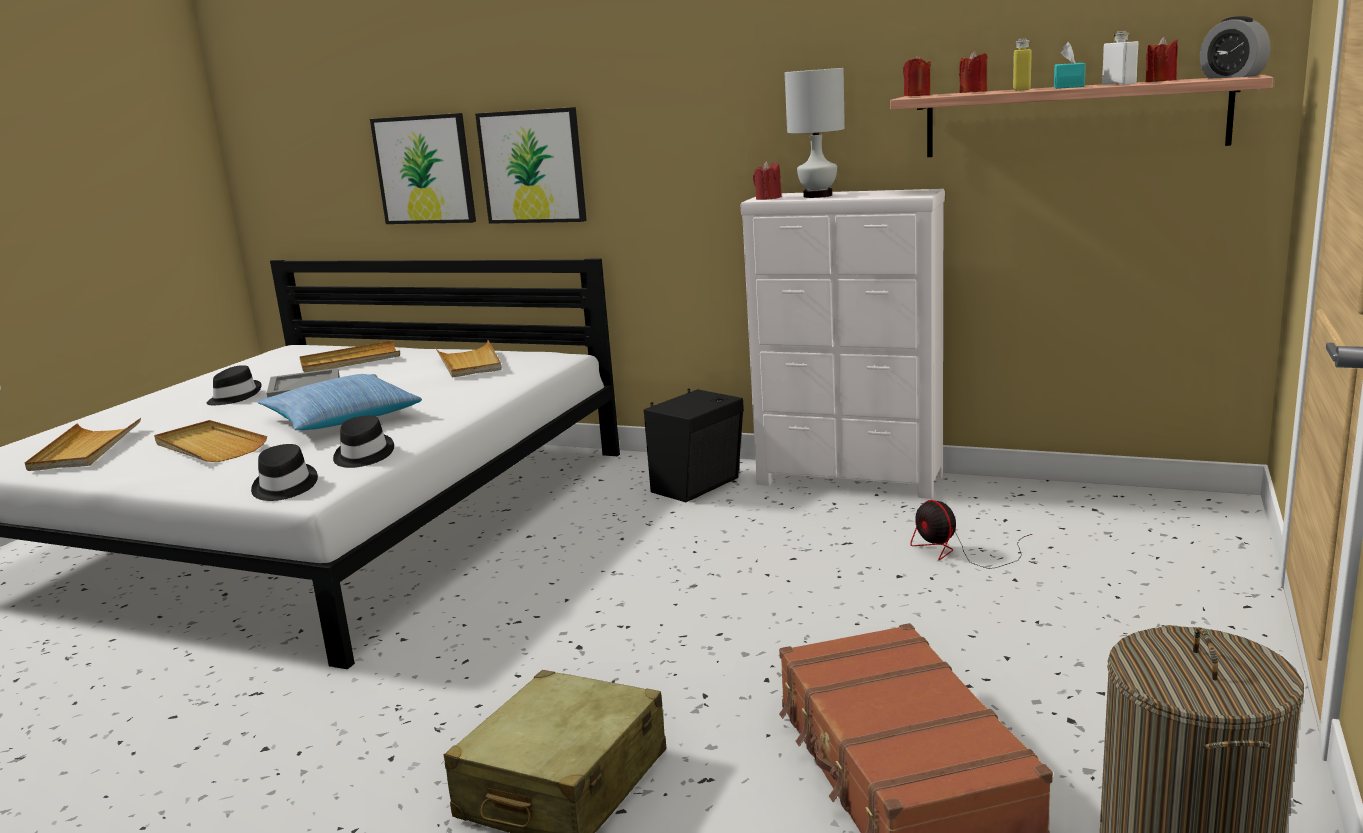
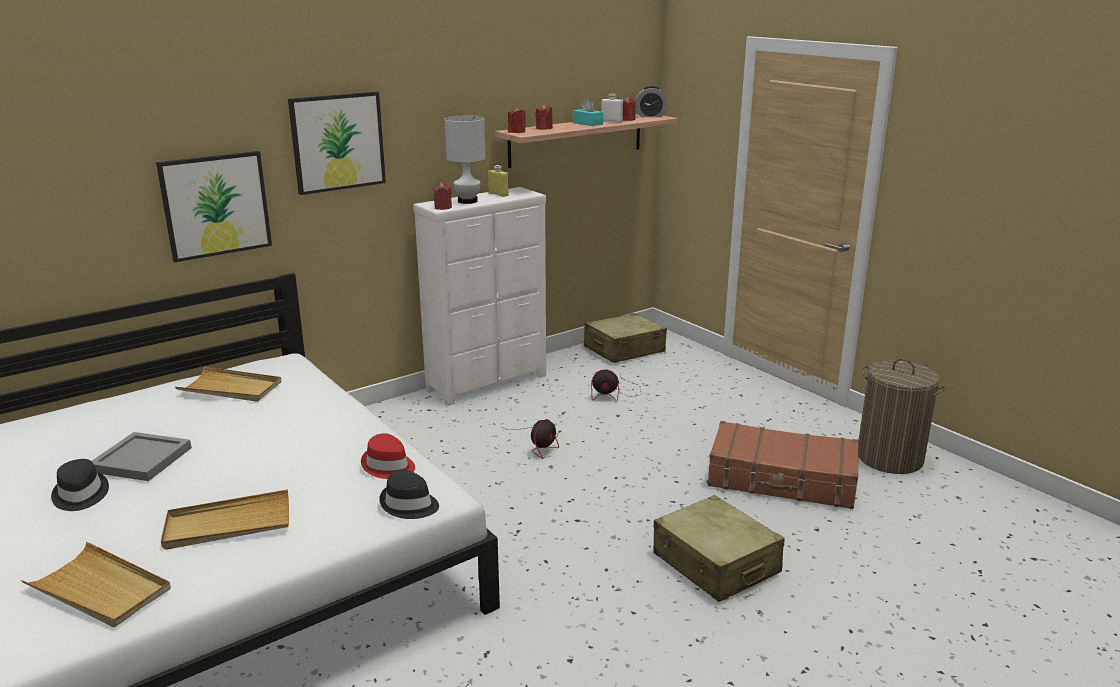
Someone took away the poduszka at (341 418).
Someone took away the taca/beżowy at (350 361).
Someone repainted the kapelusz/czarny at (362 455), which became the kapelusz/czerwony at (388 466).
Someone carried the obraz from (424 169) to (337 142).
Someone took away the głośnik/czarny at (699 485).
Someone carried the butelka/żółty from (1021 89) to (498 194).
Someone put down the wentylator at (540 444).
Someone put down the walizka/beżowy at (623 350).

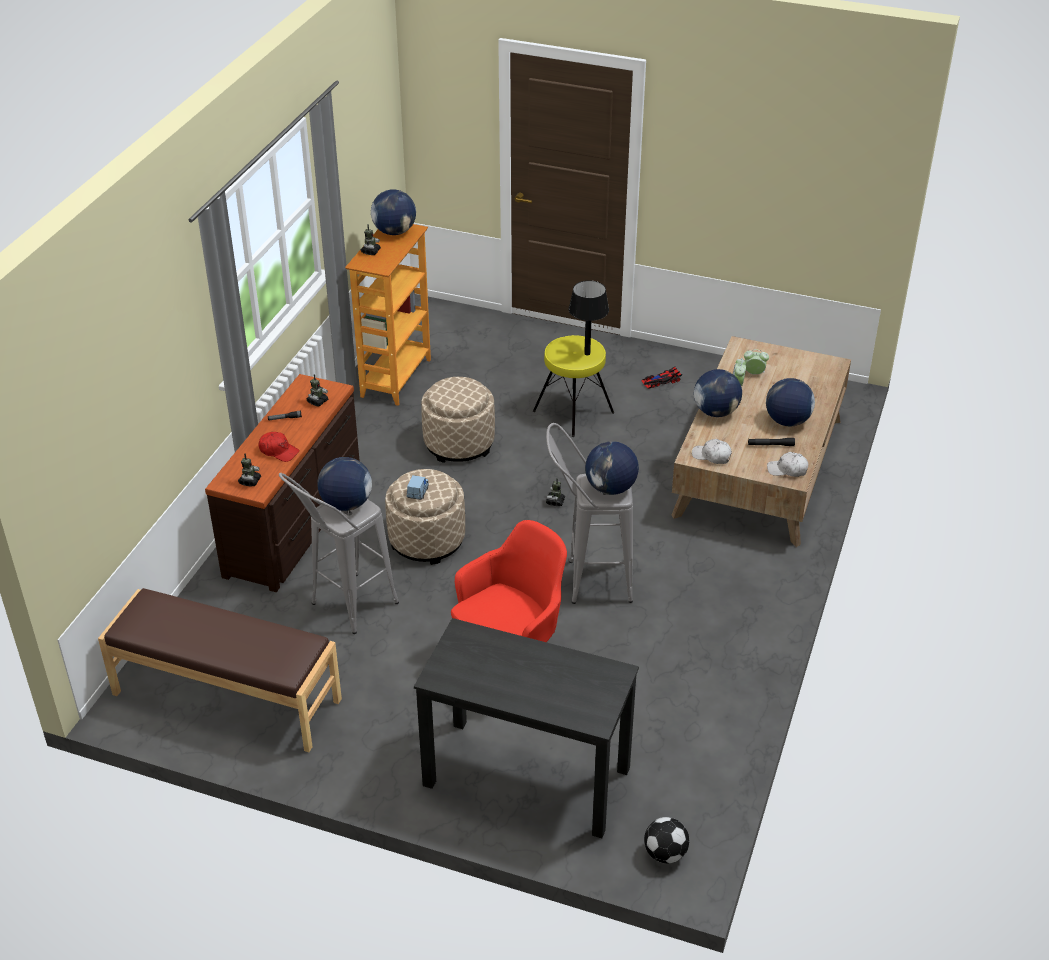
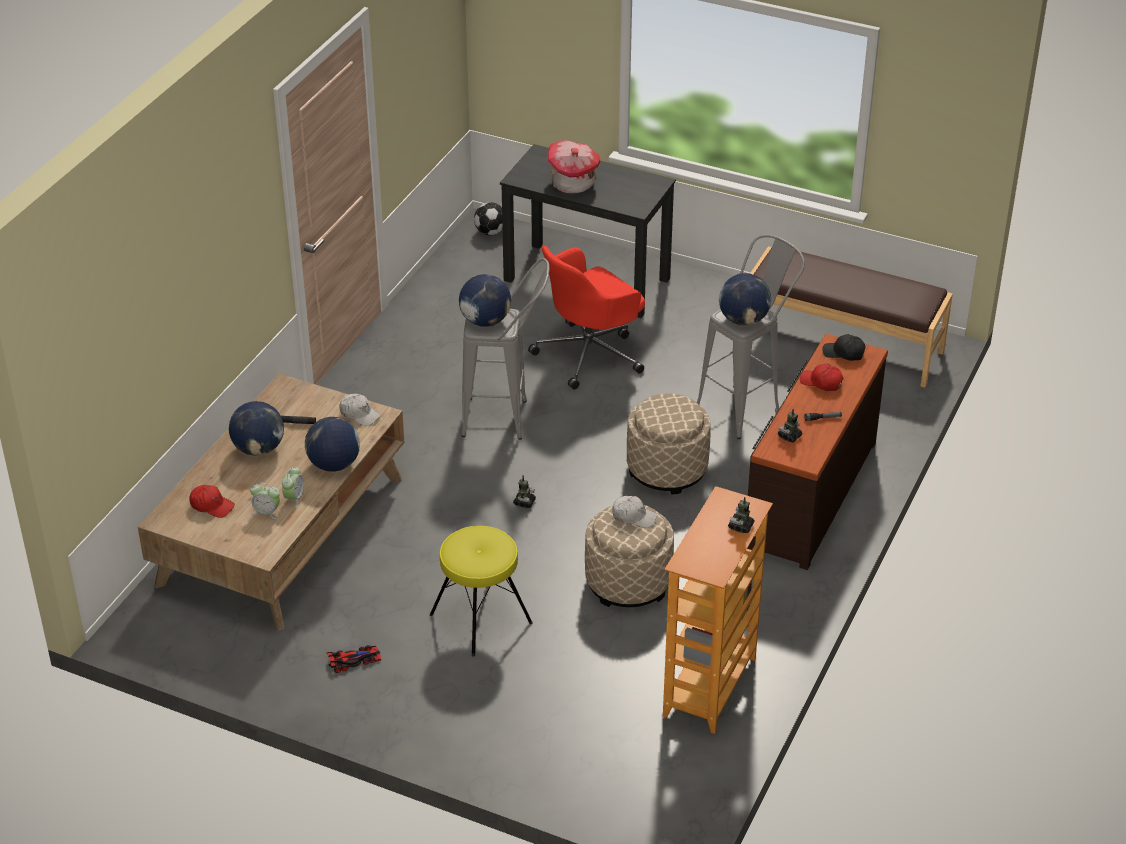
Someone swapped the robot zabawkowy at (250 481) for the czapka z daszkiem/czarny at (844 353).
Someone took away the globus at (394 232).
Someone took away the samochodzik/niebieski at (417 492).
Someone took away the lampa stołowa/czarny at (587 353).
Someone carried the czapka z daszkiem/biały from (787 470) to (633 516).
Someone put down the czapka z daszkiem/czerwony at (212 506).
Someone put down the domek at (572 183).

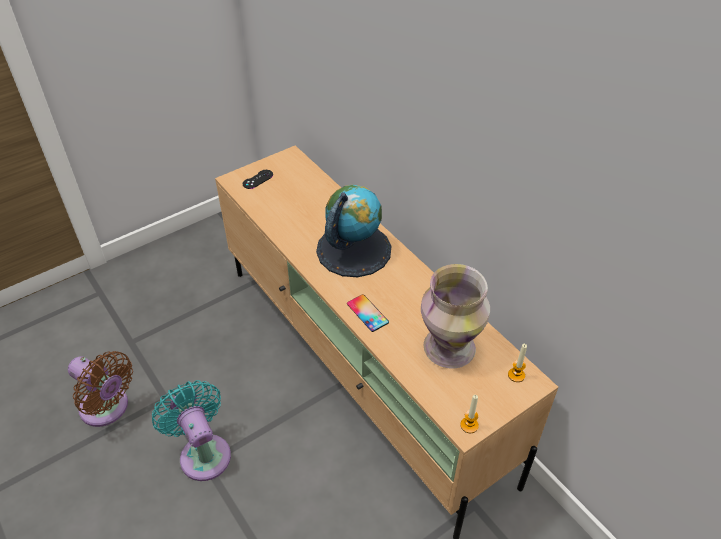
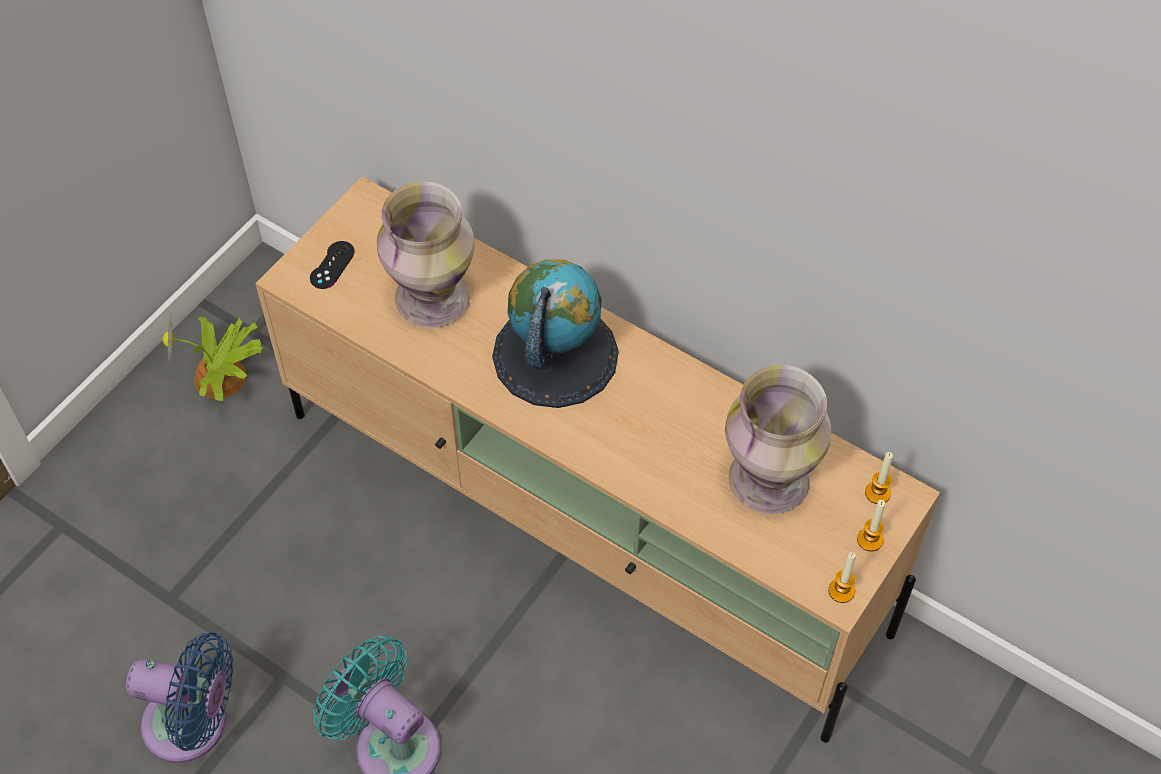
Someone repainted the wentylator/brązowy at (107 408), which became the wentylator/niebieski at (193 725).
Someone took away the telefon at (367 313).
Someone put down the roślina doniczkowa at (223 379).
Someone put down the wazon at (434 299).
Someone put down the świeca at (870 540).

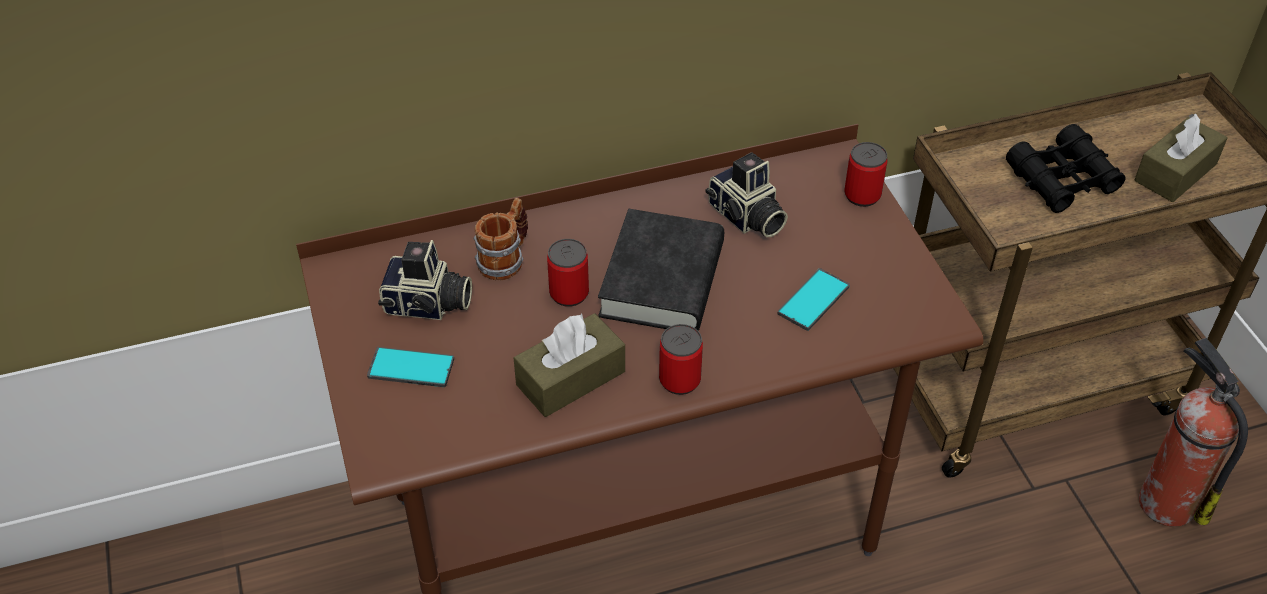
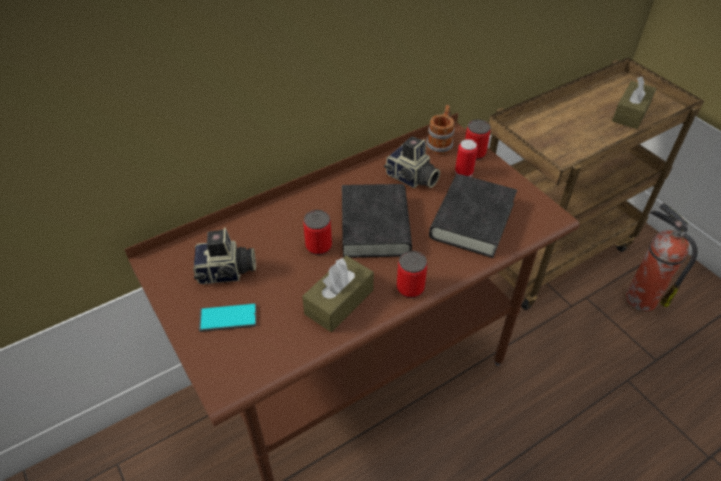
Someone carried the kubek from (506 258) to (440 143).
Someone swapped the telefon at (813 300) for the książka/czarny at (472 220).
Someone took away the lornetka/czarny at (1062 180).
Someone put down the puszka at (464 172).

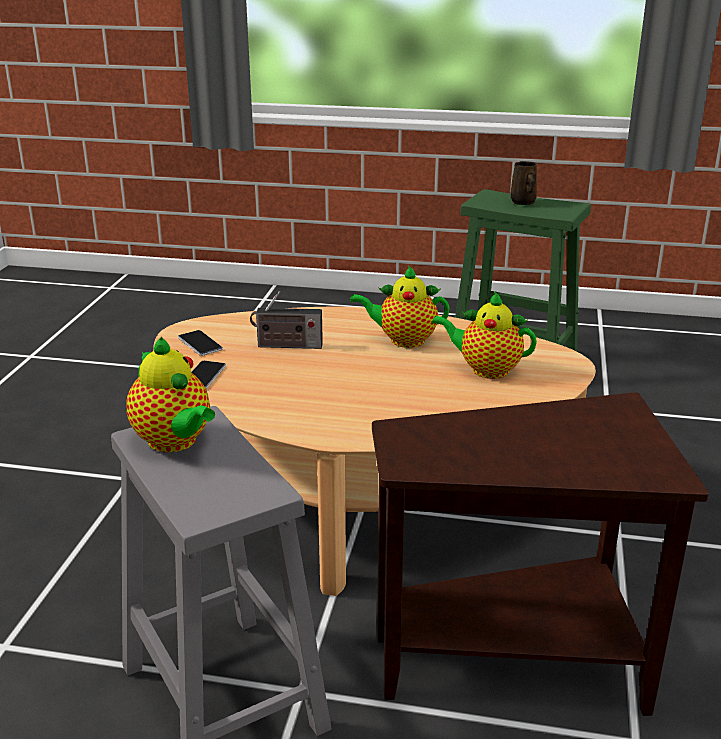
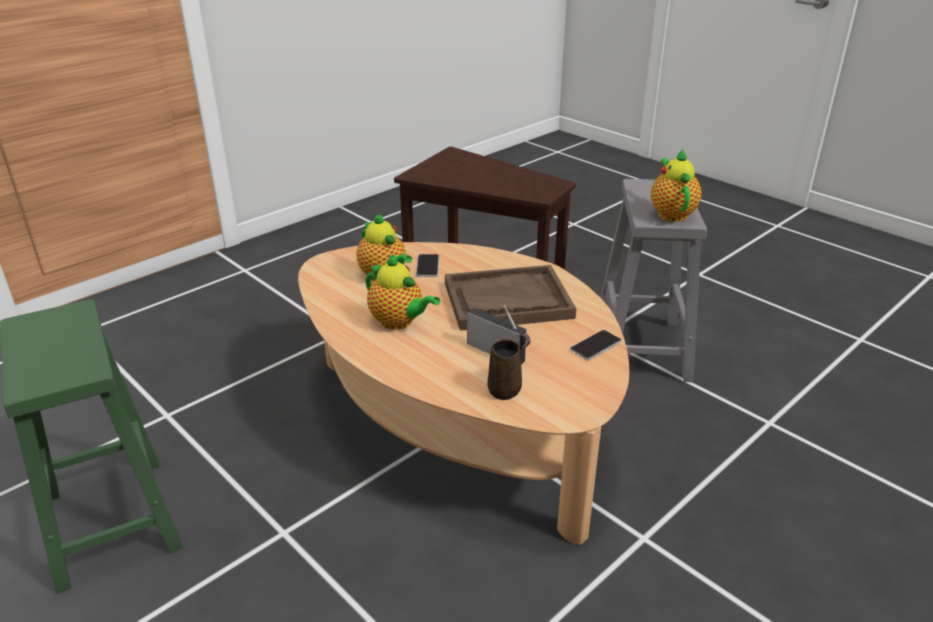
Someone carried the telefon from (200 344) to (428 266).
Someone carried the kubek/brązowy from (523 203) to (505 389).
Someone put down the taca/brązowy at (507 301).

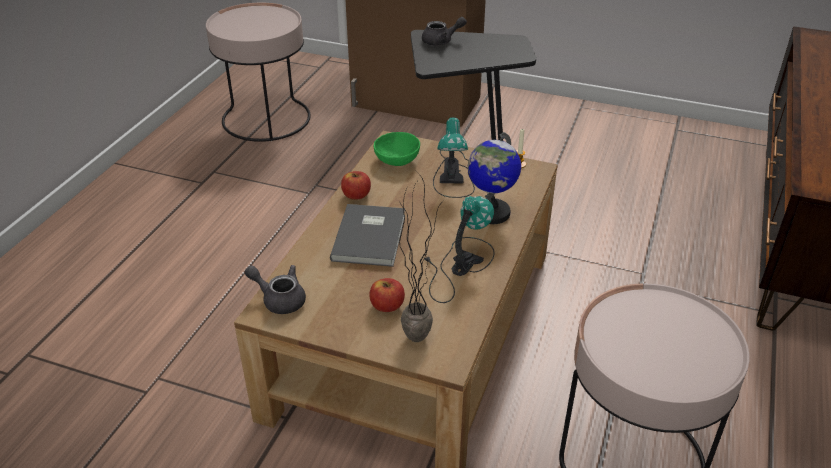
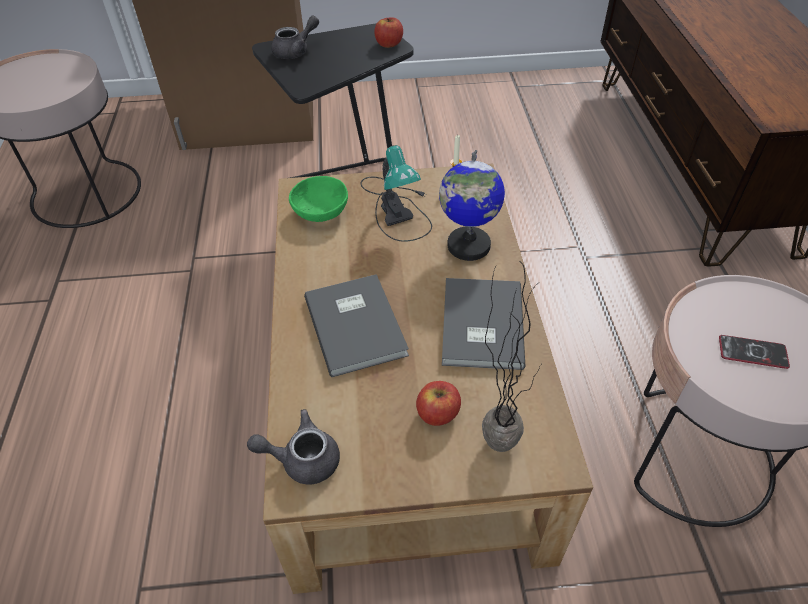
Someone carried the jabłko from (356 195) to (389 44).
Someone swapped the lampa stołowa at (458 265) for the książka/szary at (479 326).
Someone put down the telefon at (752 352).

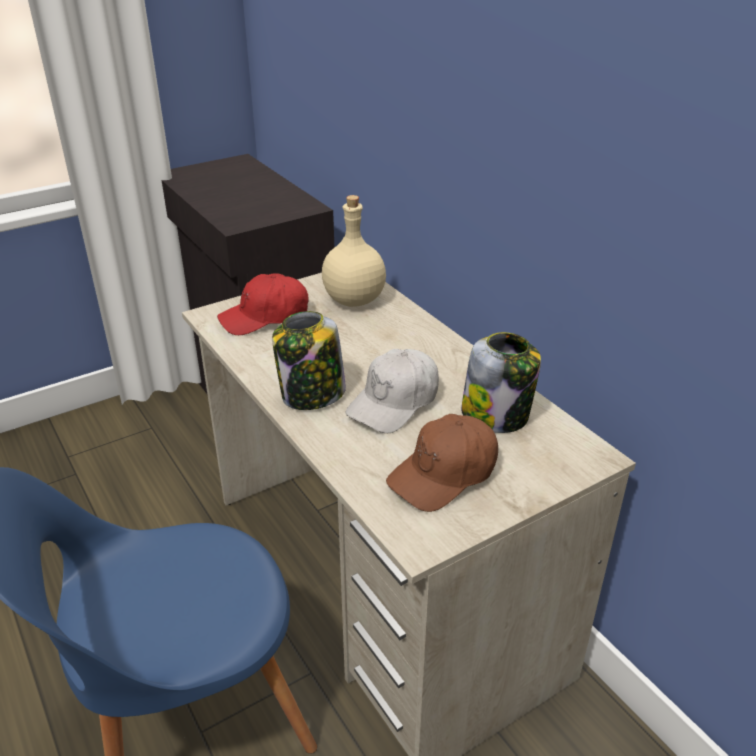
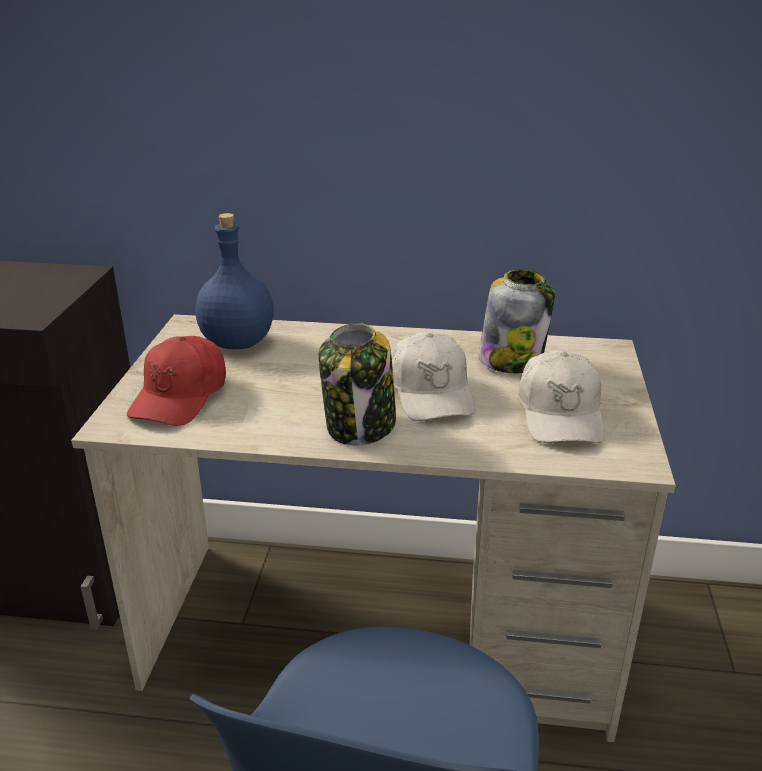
Someone repainted the butelka/beżowy at (354 300), which became the butelka/niebieski at (239 343).
Someone repainted the czapka z daszkiem/brązowy at (444 474), which became the czapka z daszkiem/biały at (560 414).

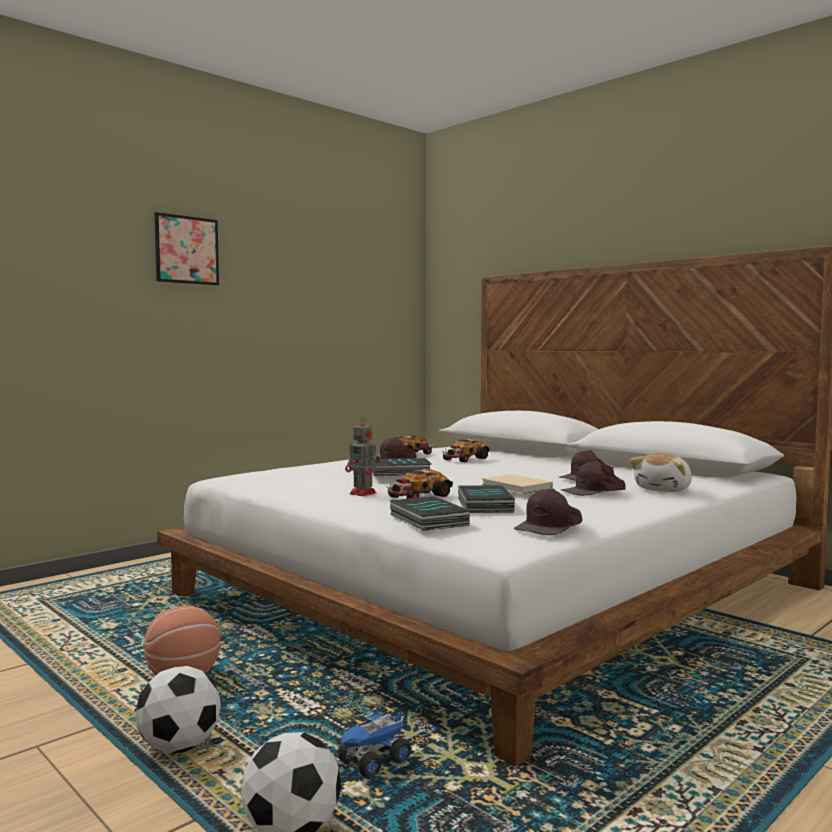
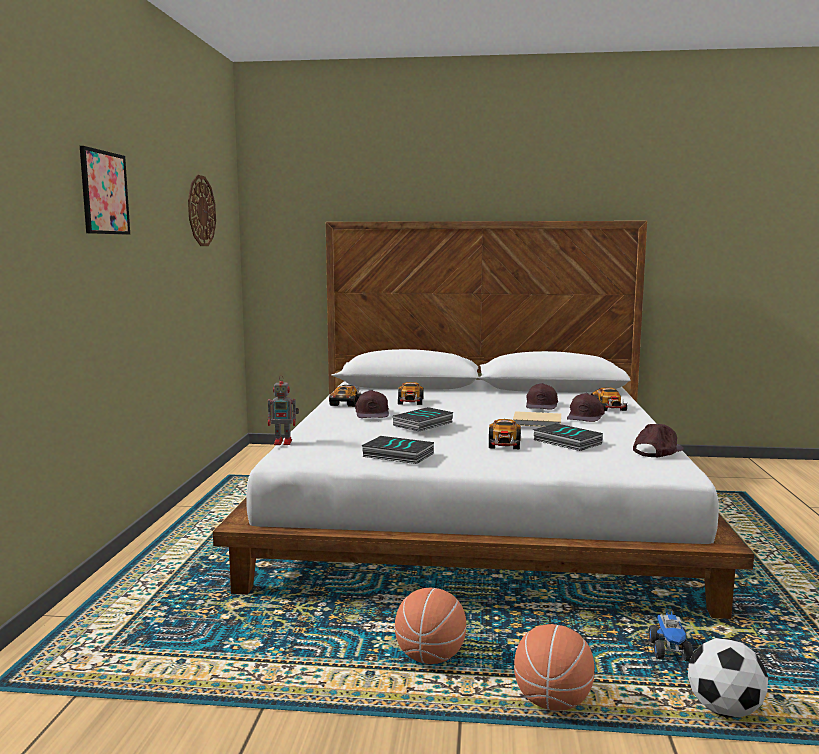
Someone swapped the piłka futbolowa at (179 747) for the piłka do koszykówki at (552 702).
Someone carried the robot zabawkowy from (364 493) to (284 442).
Someone carried the książka from (426 520) to (397 455).
Someone rotated the czapka z daszkiem/brązowy at (550 527) by 135 degrees counterclockwise.
Someone swapped the pluszak at (664 490) for the samochodzik at (609 407).
Someone put up the zegar ścienny at (201 211).

